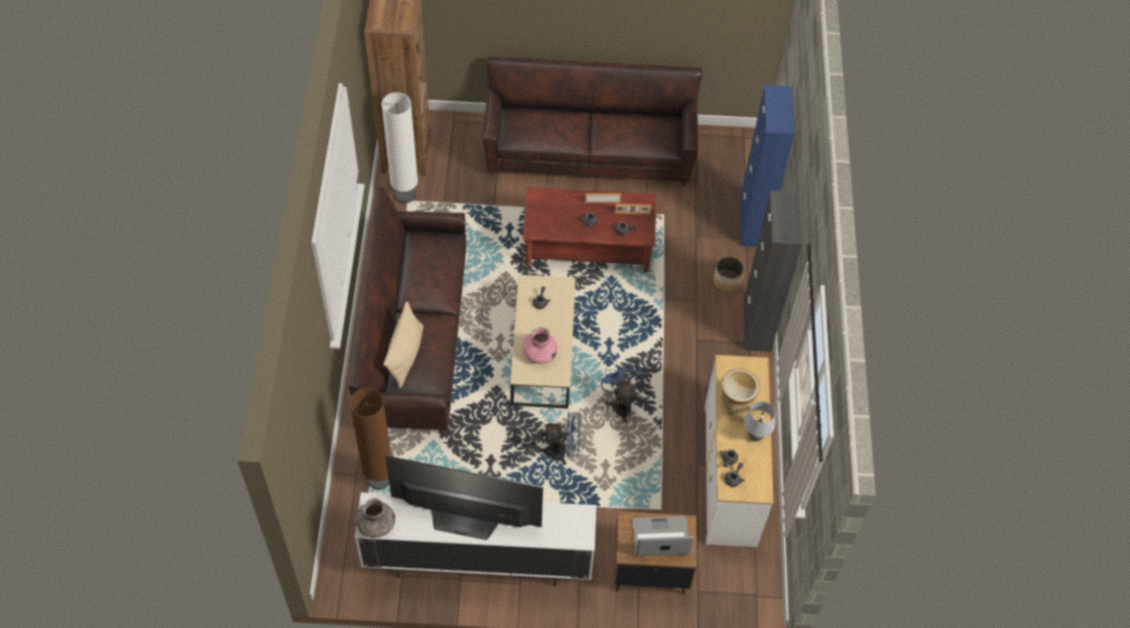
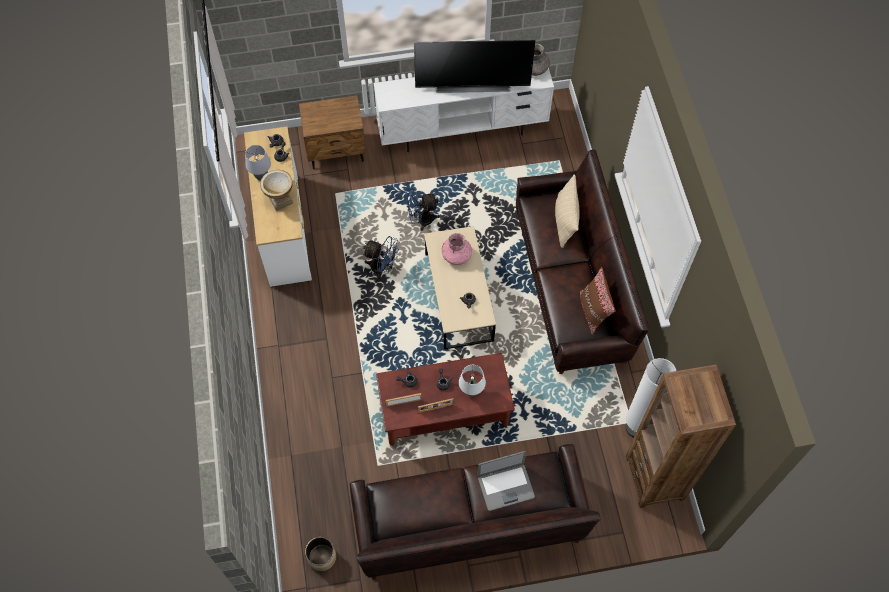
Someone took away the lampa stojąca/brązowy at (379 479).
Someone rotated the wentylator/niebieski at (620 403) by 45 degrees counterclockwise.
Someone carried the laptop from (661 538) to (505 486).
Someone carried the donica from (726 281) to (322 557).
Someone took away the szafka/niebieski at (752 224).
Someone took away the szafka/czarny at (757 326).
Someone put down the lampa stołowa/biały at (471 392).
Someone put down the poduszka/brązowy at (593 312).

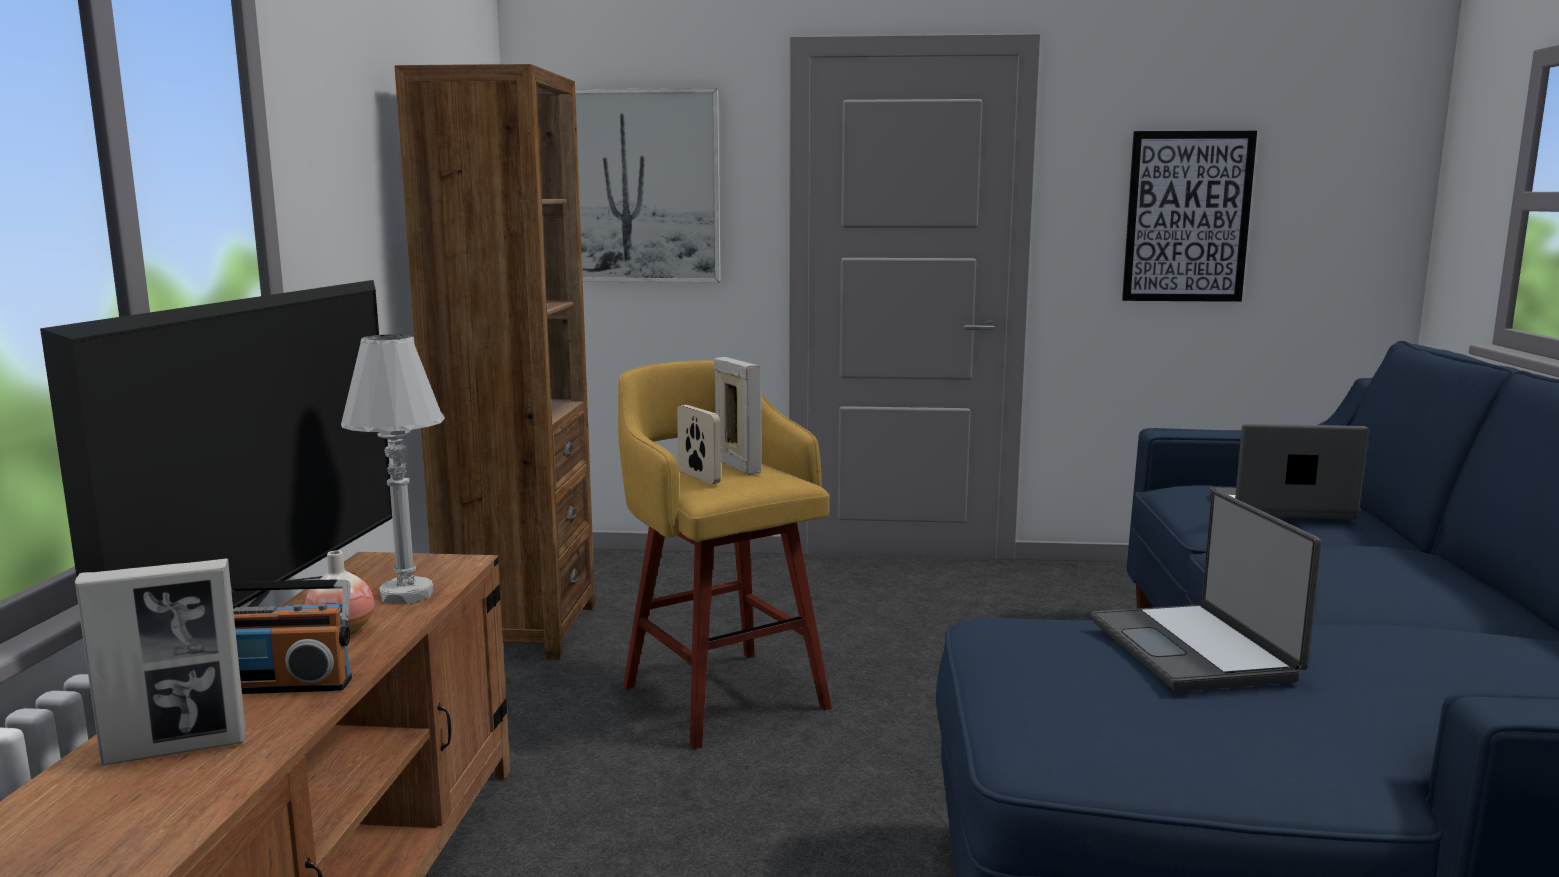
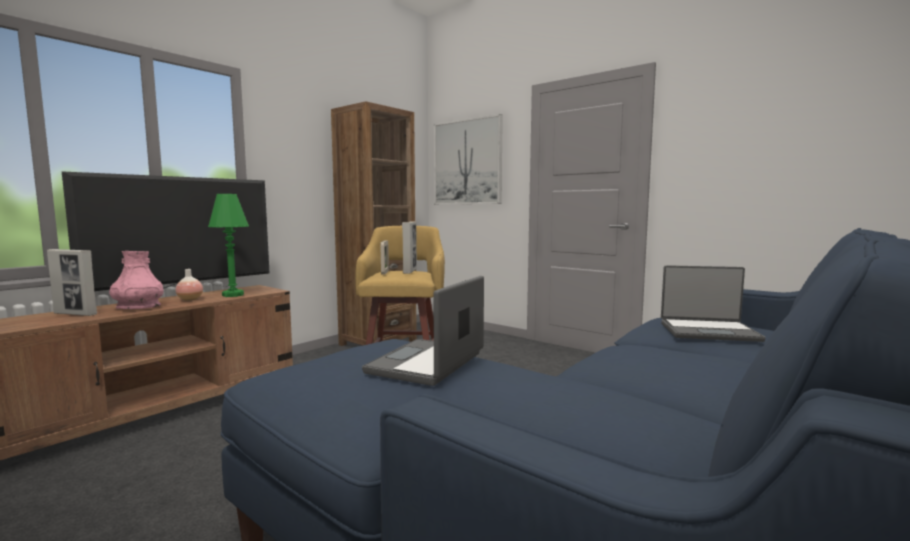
Someone swapped the radio at (289 685) for the wazon/różowy at (138 307).
Someone repainted the lampa stołowa/biały at (406 595), which became the lampa stołowa/zielony at (233 295).
Someone took away the obraz at (1187 217).
Someone rotated the laptop at (1280 508) by 150 degrees clockwise.

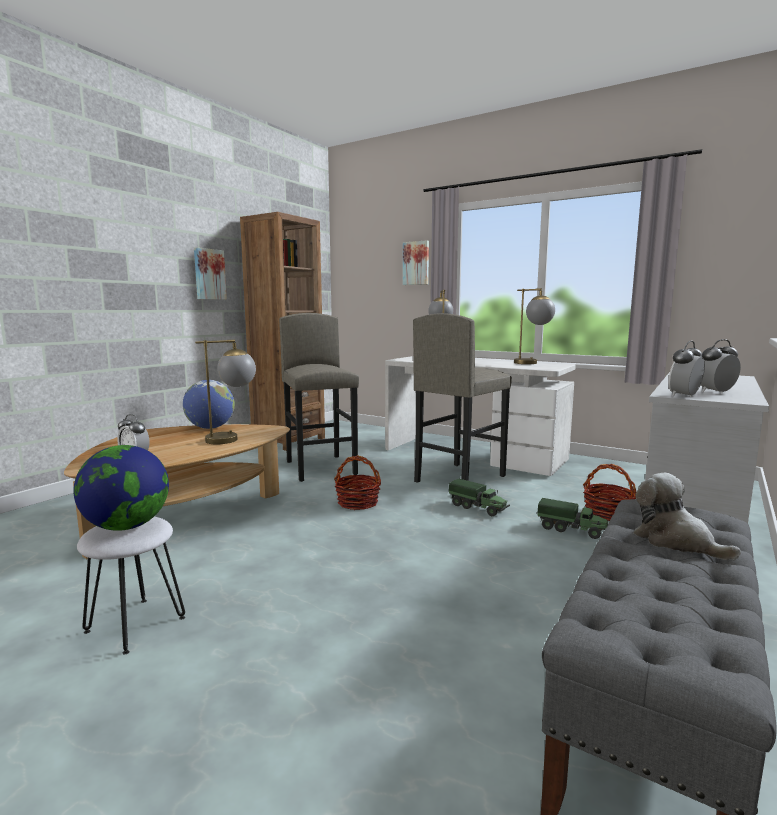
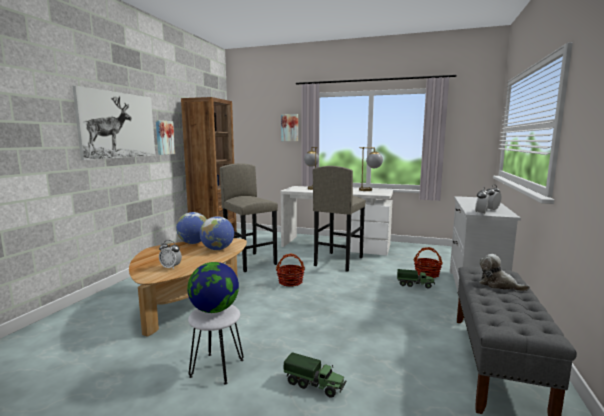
Someone swapped the lampa stołowa at (232 438) for the globus at (217 249).
Someone carried the ciężarówka zabawkowa from (478 508) to (314 385).
Someone put up the obraz at (118 125).

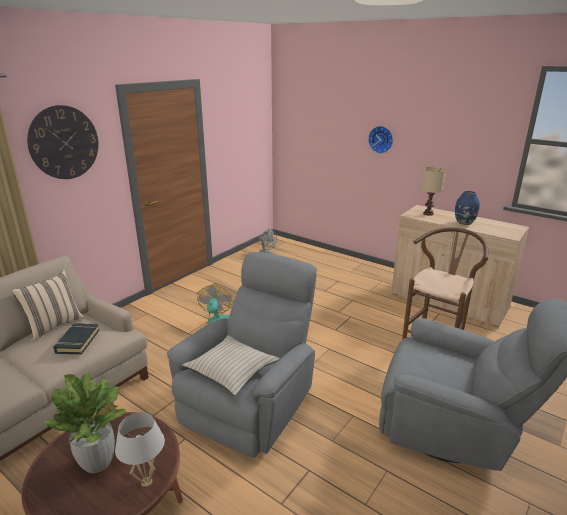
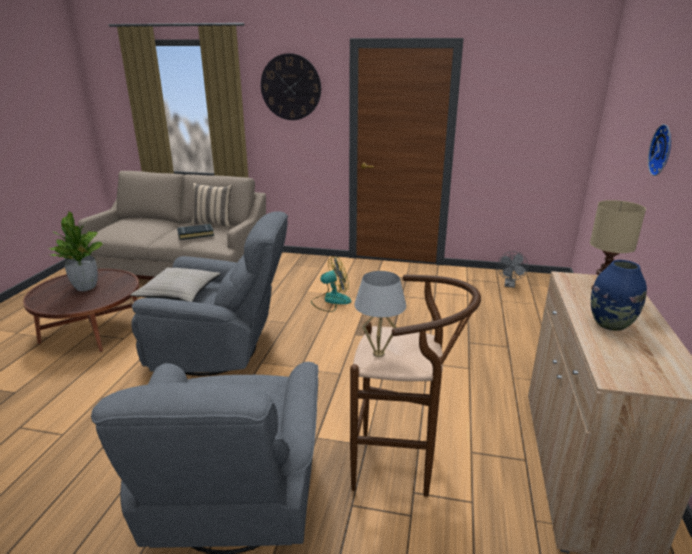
Someone carried the lampa stołowa/biały from (147 482) to (379 353).

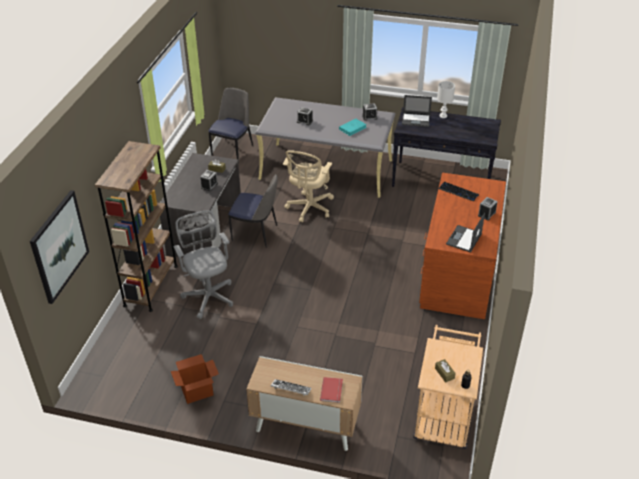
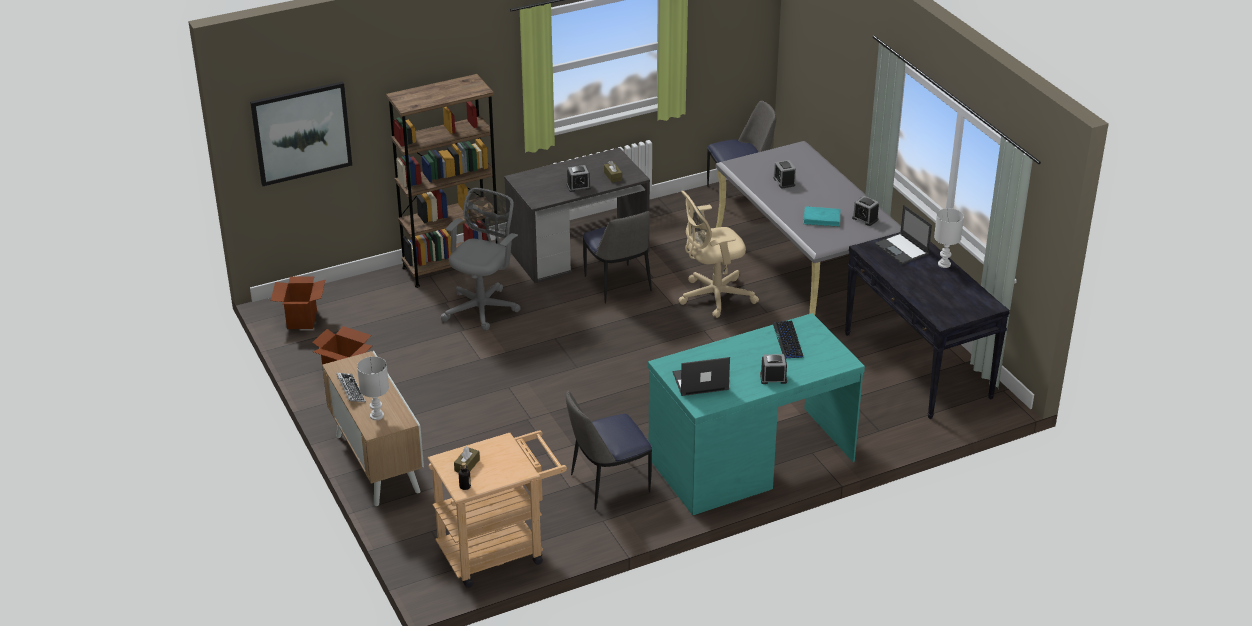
Someone swapped the książka/czerwony at (332 390) for the lampa stołowa/biały at (377 416).
Someone repainted the biurko/brązowy at (458 273), which became the biurko/turkusowy at (750 459).
Someone put down the karton at (302 319).
Someone put down the krzesło at (607 484).

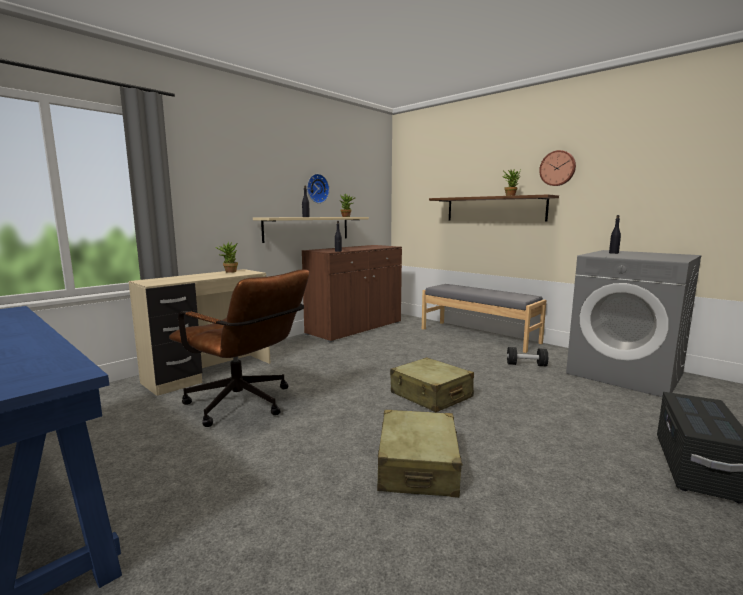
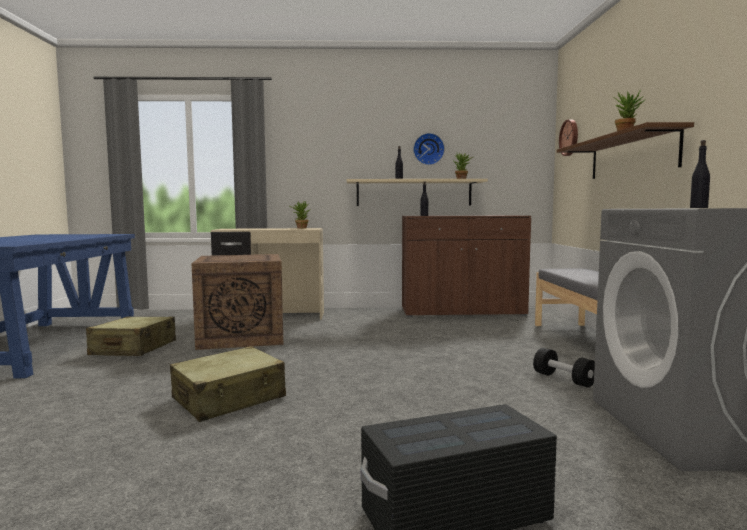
Someone swapped the krzesło biurowe/brązowy at (245 405) for the skrzynka at (240 337).
Someone carried the walizka/beżowy from (431 395) to (133 349).
Someone carried the zegar ścienny from (558 168) to (570 137).

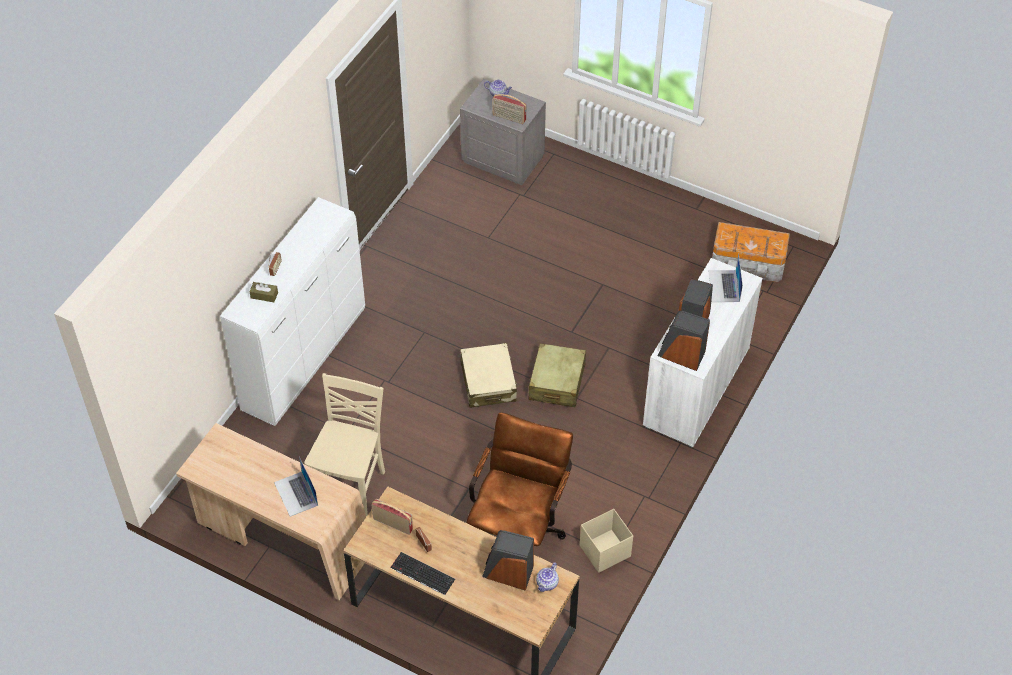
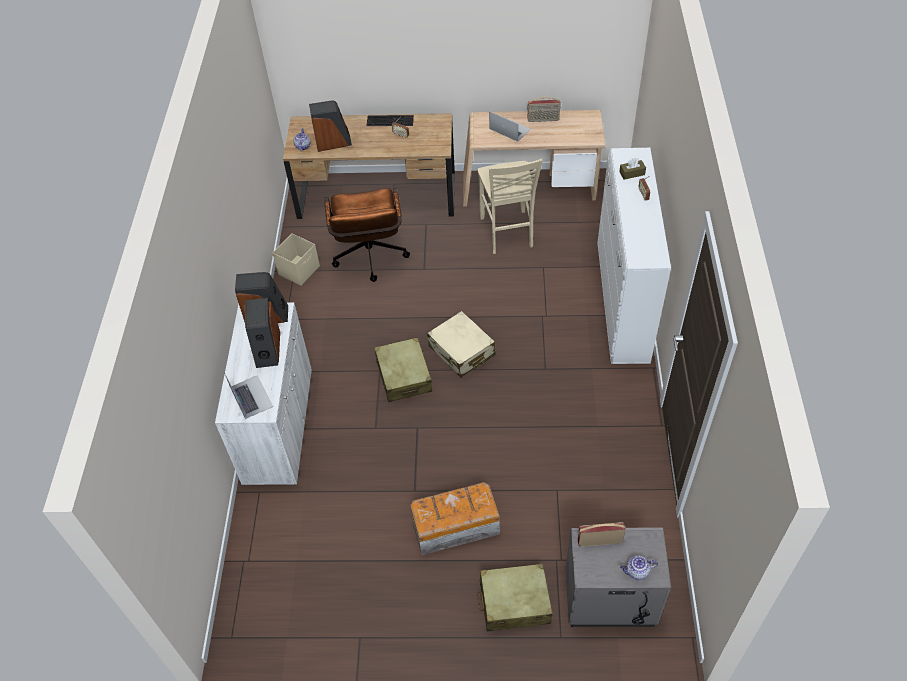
Someone carried the radio from (393 523) to (543 120).
Someone carried the pojemnik do przechowywania from (748 264) to (454 527).
Someone put down the walizka/beżowy at (514 602).

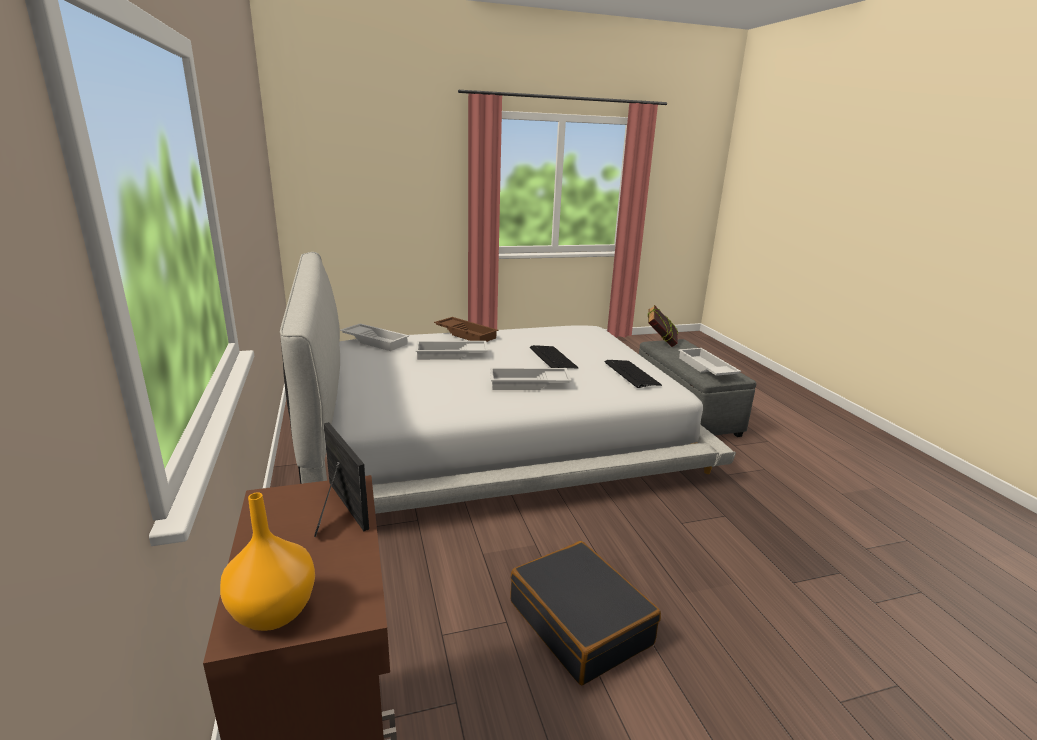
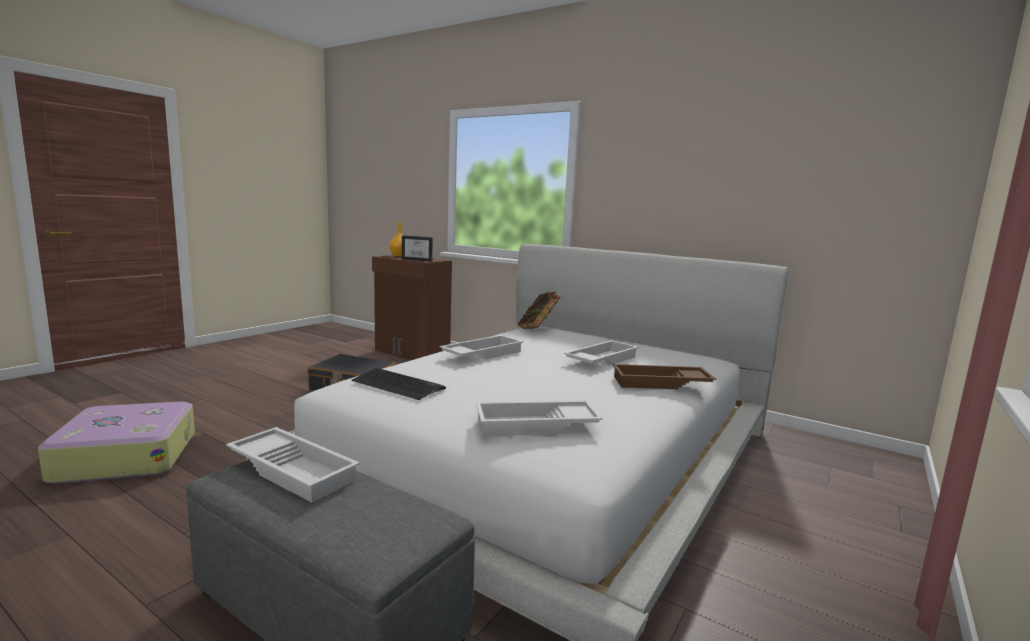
Someone carried the taca/biały from (376 341) to (536 426).
Someone took away the klawiatura at (552 358).
Someone carried the książka from (660 343) to (537 330).
Someone put down the walizka at (126 456).

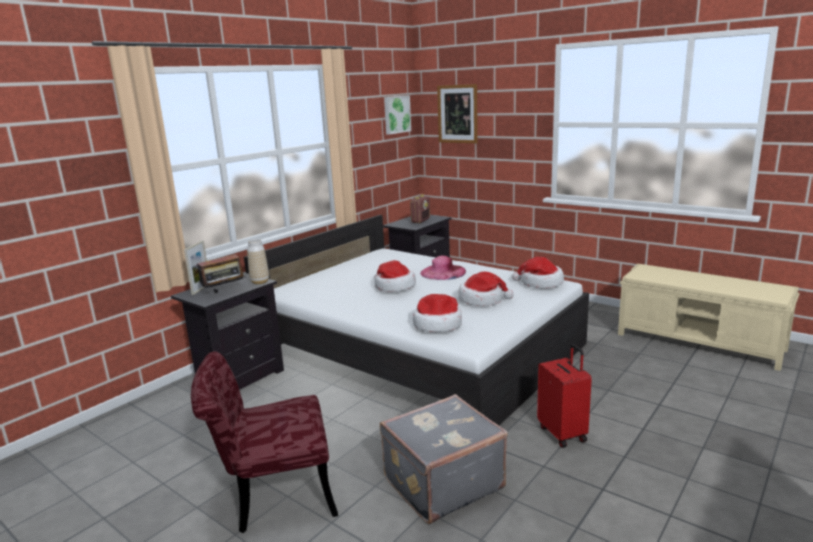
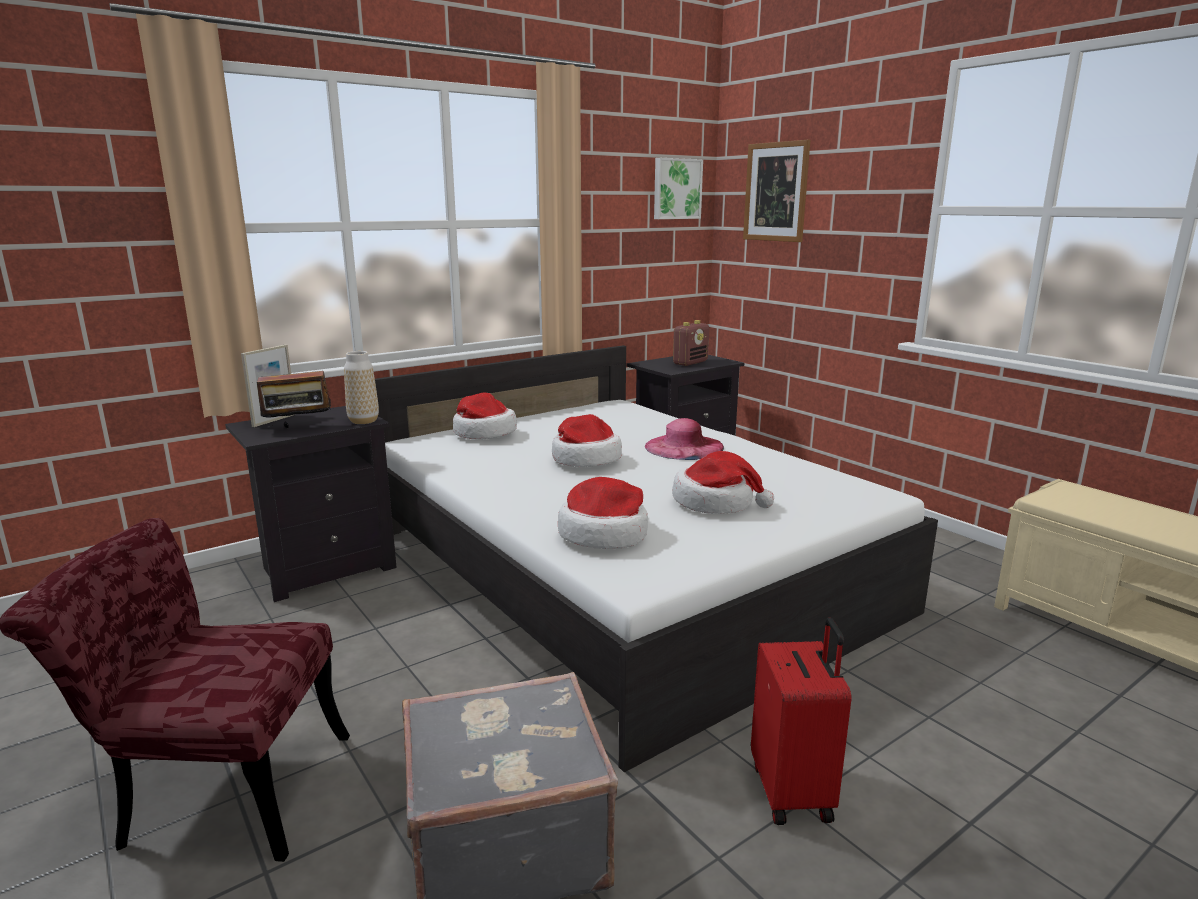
Someone carried the kapelusz from (540 283) to (483 433).

